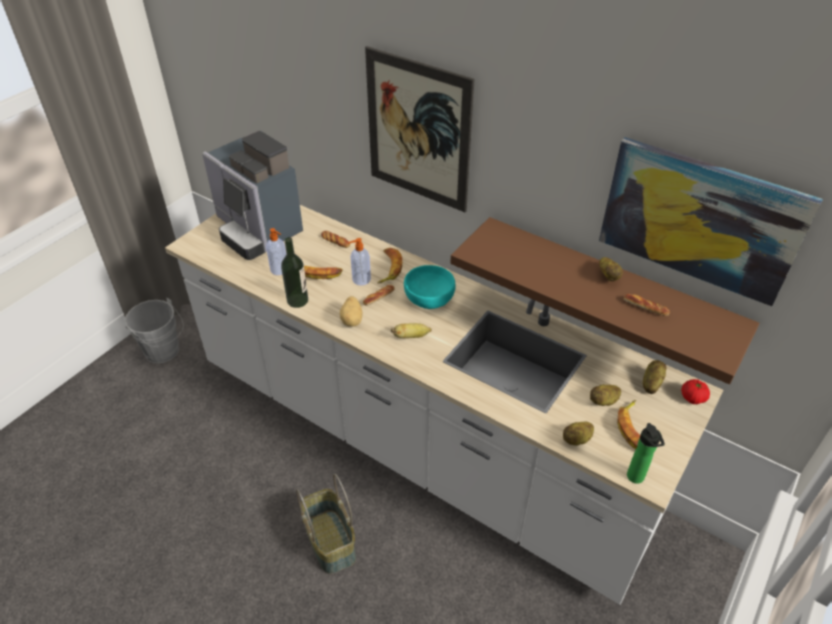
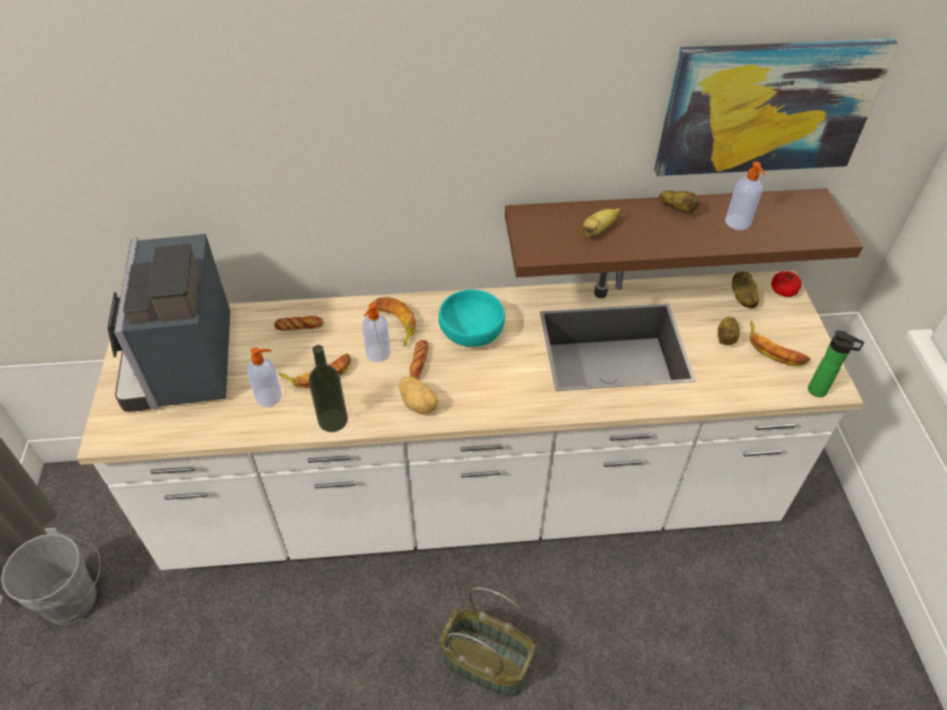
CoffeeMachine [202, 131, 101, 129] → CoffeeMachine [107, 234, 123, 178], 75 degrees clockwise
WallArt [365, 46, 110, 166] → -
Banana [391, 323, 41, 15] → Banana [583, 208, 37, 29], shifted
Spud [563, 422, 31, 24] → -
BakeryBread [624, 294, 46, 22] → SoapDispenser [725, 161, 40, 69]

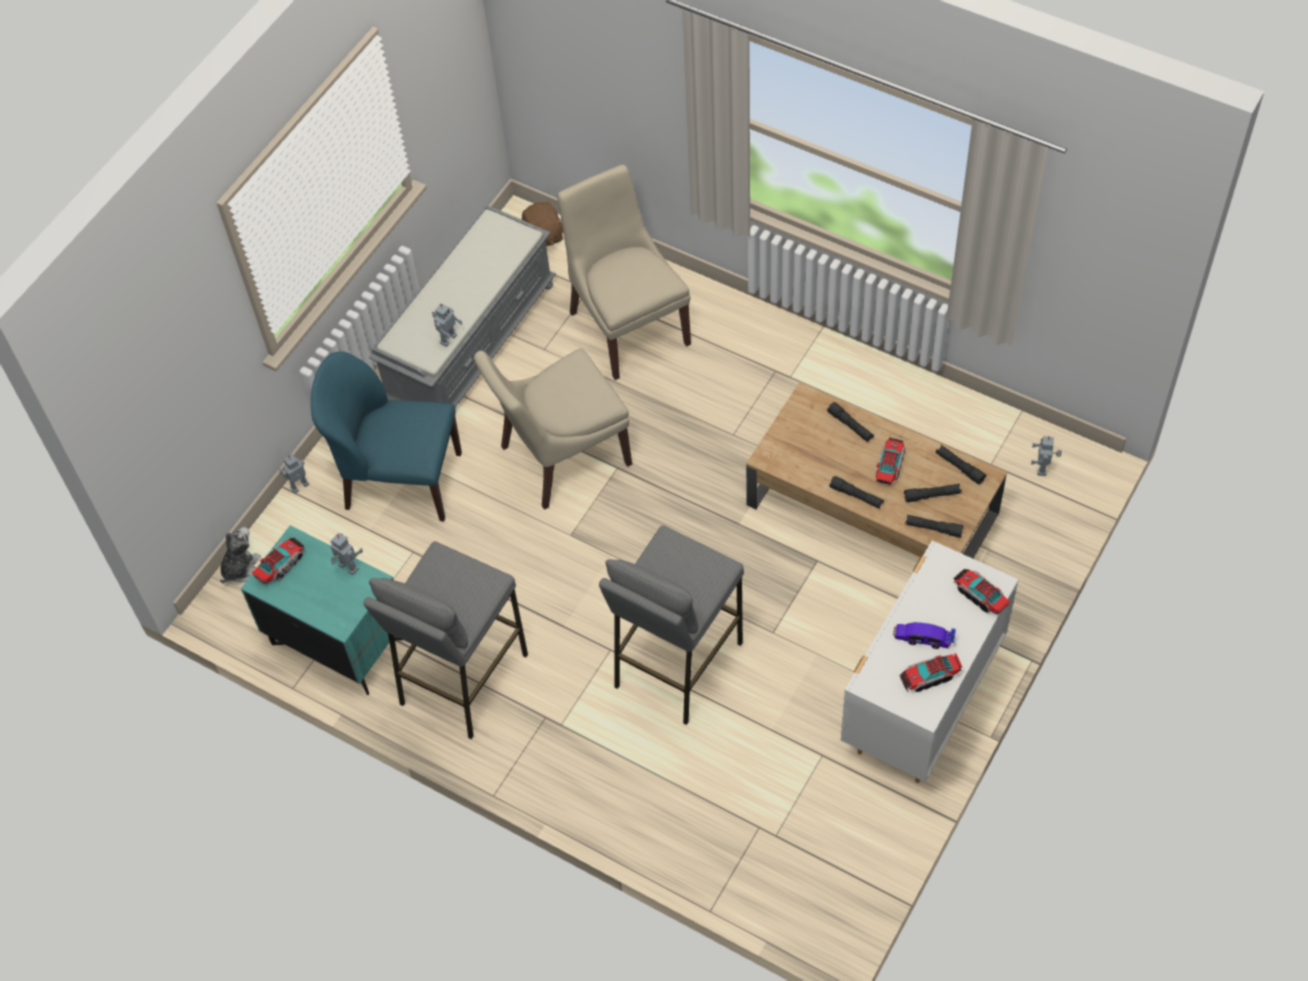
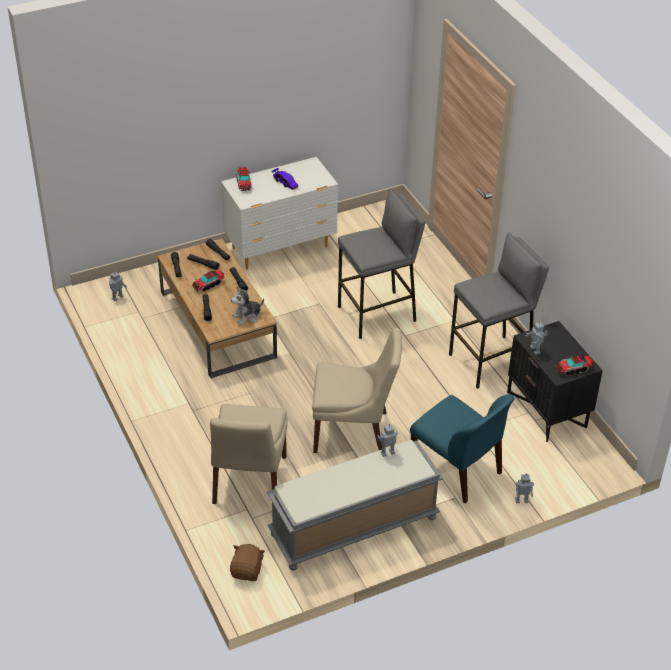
CuddlyToy [220, 527, 41, 57] → CuddlyToy [231, 286, 33, 39], shifted
TurquoiseNightstand [241, 525, 161, 170] → BlackishNightstand [507, 321, 96, 121]
ToyLorry [899, 654, 64, 38] → -

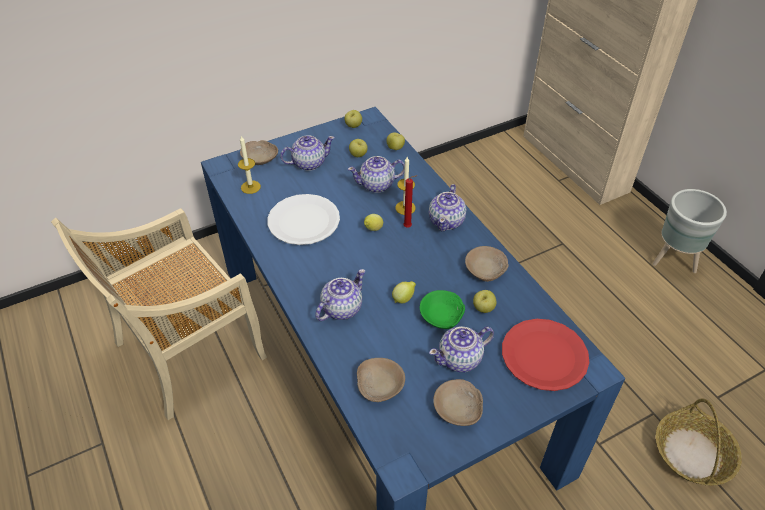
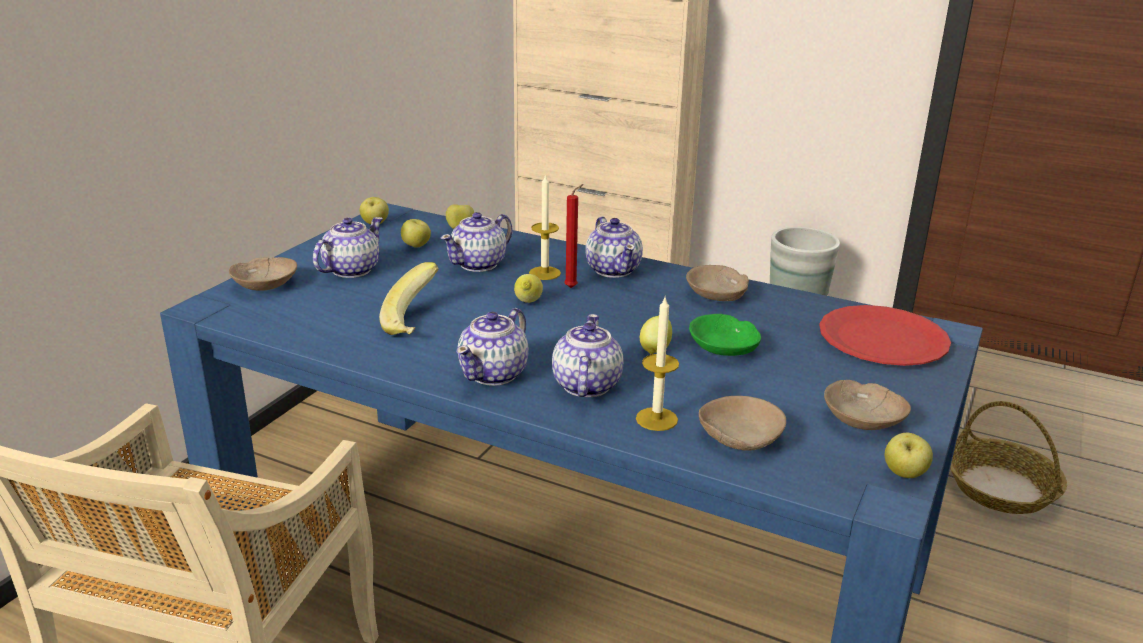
Candle [238, 136, 23, 58] → Candle [636, 297, 43, 134], shifted
WhitishPlate [268, 194, 72, 51] → Banana [379, 262, 60, 73]
TeaPot [429, 326, 65, 46] → TeaPot [456, 308, 73, 78], shifted
AppleFruit [473, 290, 23, 23] → AppleFruit [885, 433, 48, 45], shifted

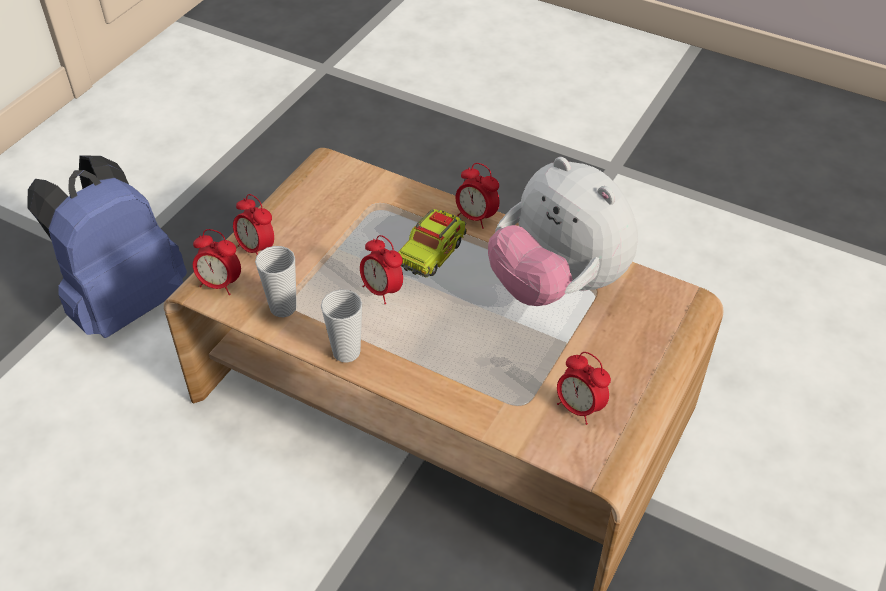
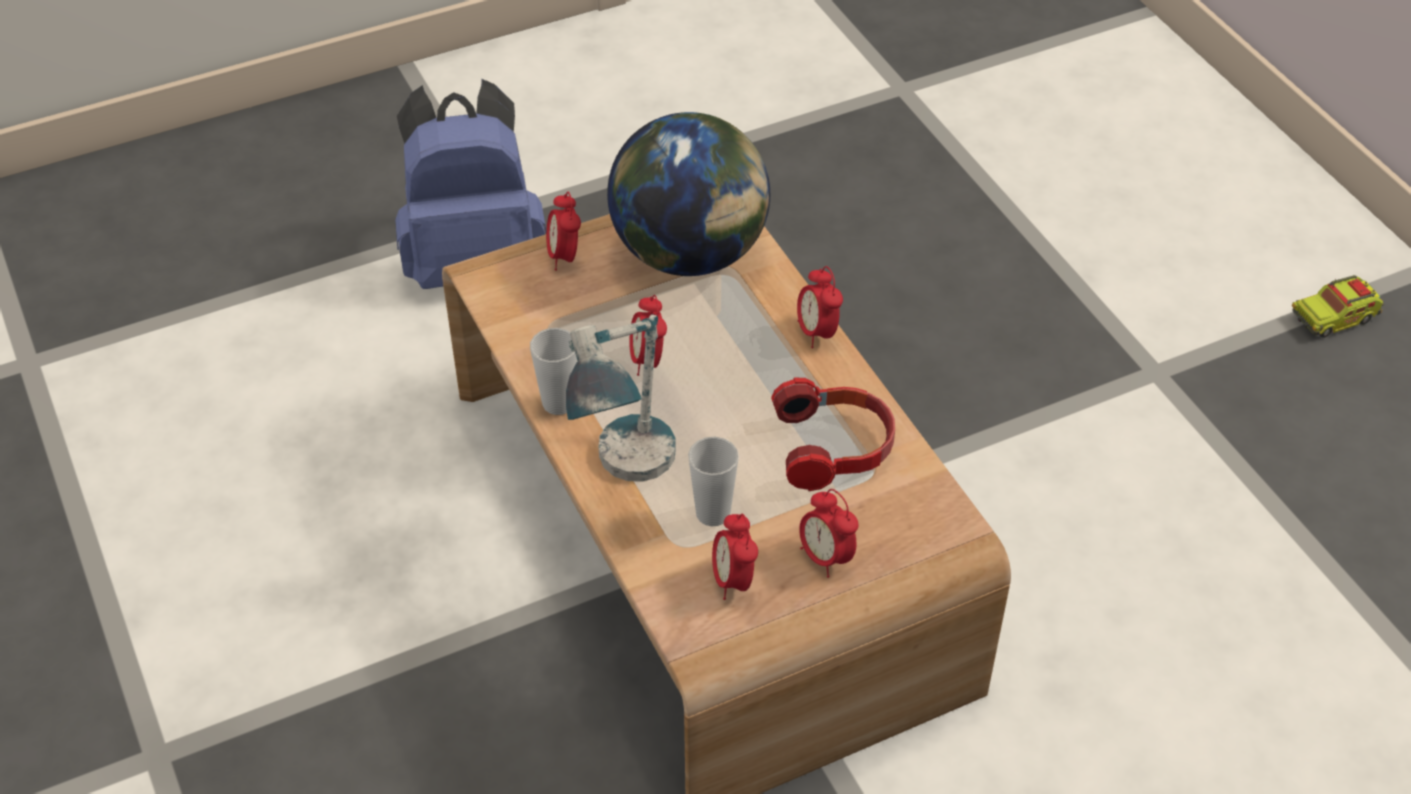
BedsideClock [193, 229, 48, 66] → BedsideClock [799, 489, 59, 89], shifted
SmallCup [255, 246, 42, 71] → SmallCup [688, 437, 51, 89], shifted
ToyLorry [398, 209, 69, 68] → ToyLorry [1292, 275, 92, 63], shifted
CuddlyToy [488, 157, 150, 149] → PairOfHeadphones [771, 378, 124, 113]
- → TabletopLamp [566, 314, 110, 168]
- → Globe [607, 112, 163, 164]

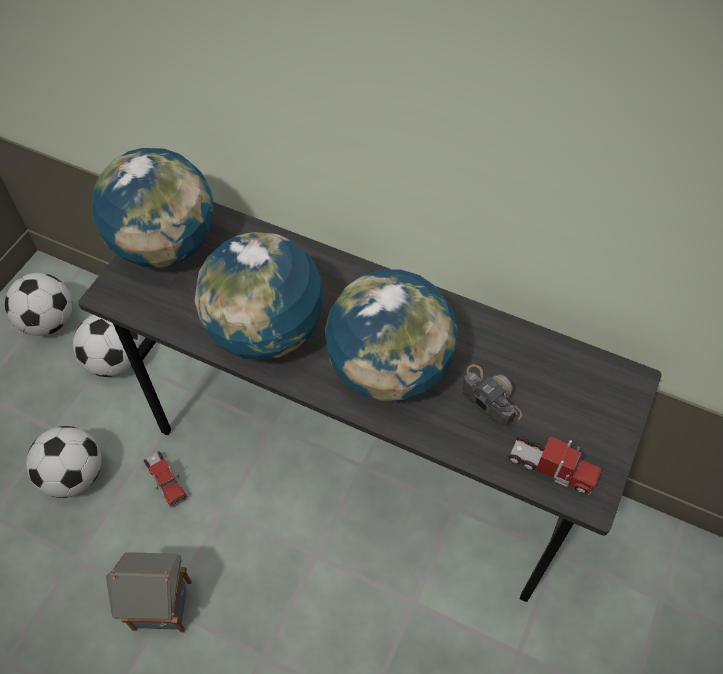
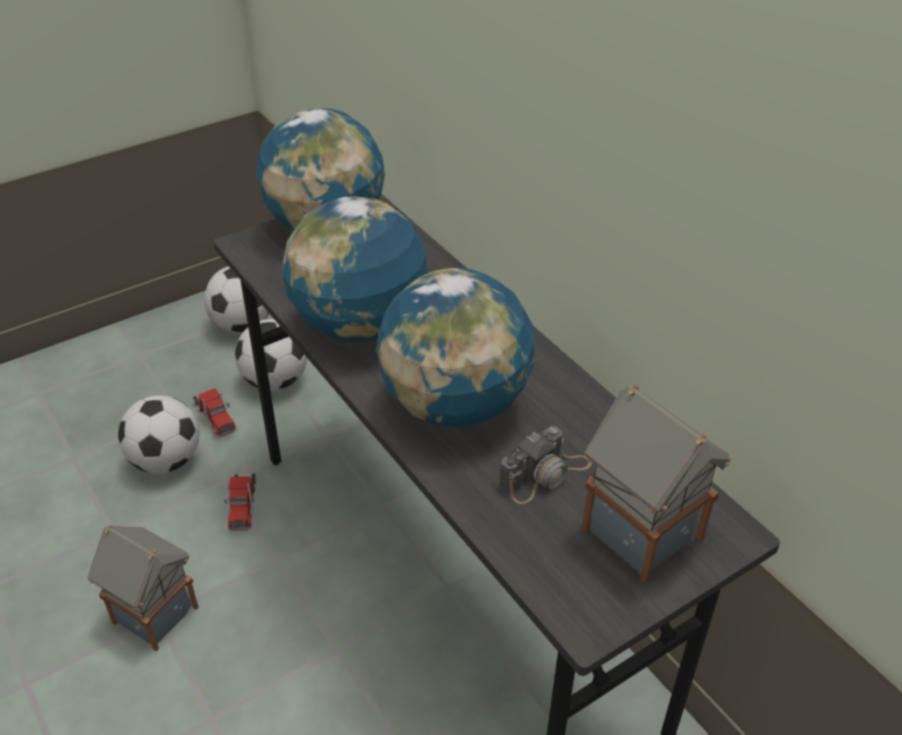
PhotoCamera [461, 364, 61, 65] → PhotoCamera [499, 426, 93, 78], 60 degrees clockwise
ToyLorry [508, 436, 93, 59] → ToyLorry [193, 388, 43, 49], shifted
- → ModelHouse [582, 384, 148, 199]

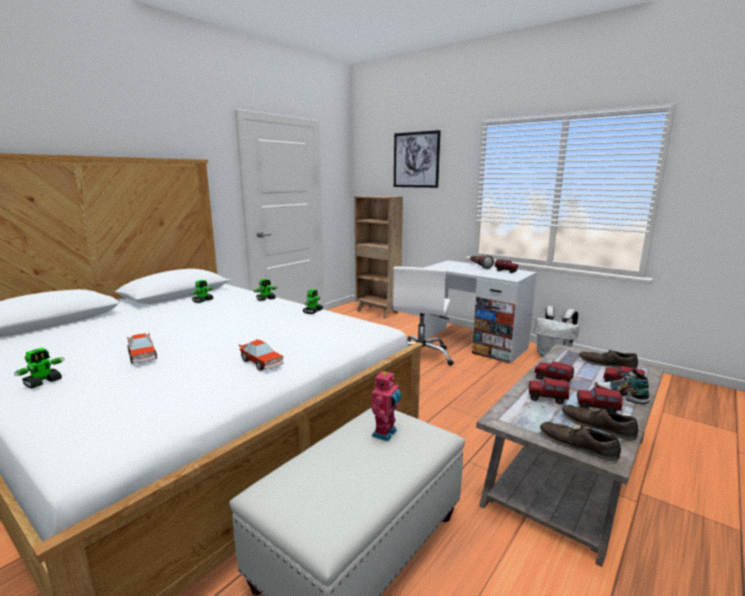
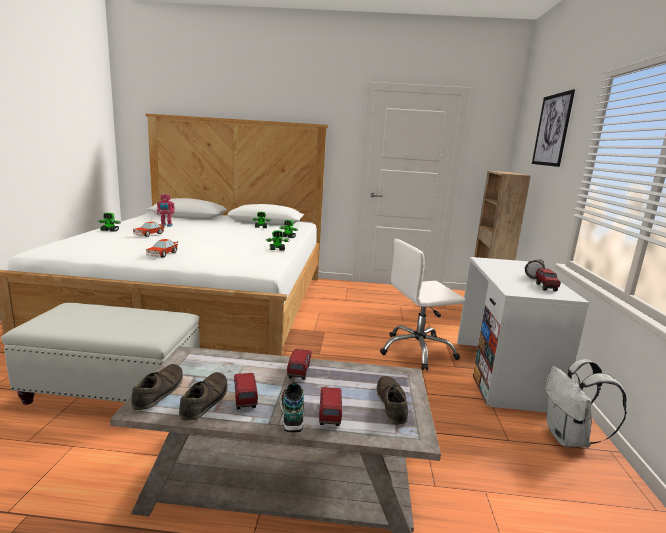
RobotFigure [371, 369, 30, 72] → RobotFigure [157, 193, 18, 34], shifted
ToyLorry [529, 378, 41, 26] → -

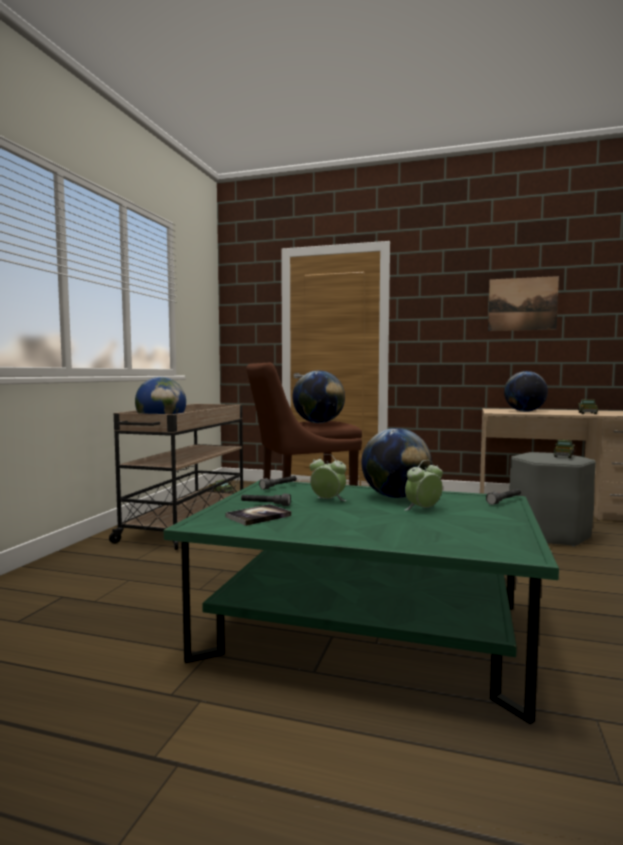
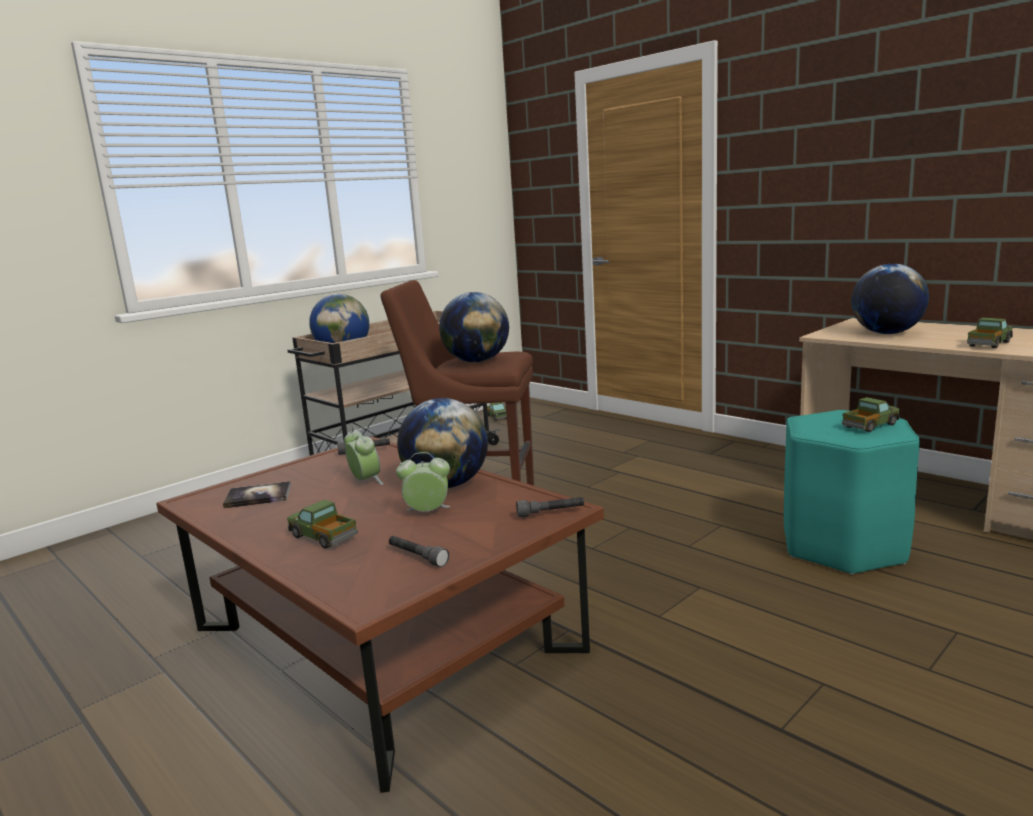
GreenLowTable [164, 480, 395, 245] → BrownLowTable [156, 437, 448, 356]
GreyishTorch [241, 493, 50, 13] → GreyishTorch [389, 536, 60, 31], shifted
WallArt [488, 276, 71, 55] → -
GreyishSittingStool [509, 452, 87, 95] → TurquoiseSittingStool [784, 410, 136, 165]
- → ToyLorry [287, 499, 71, 50]

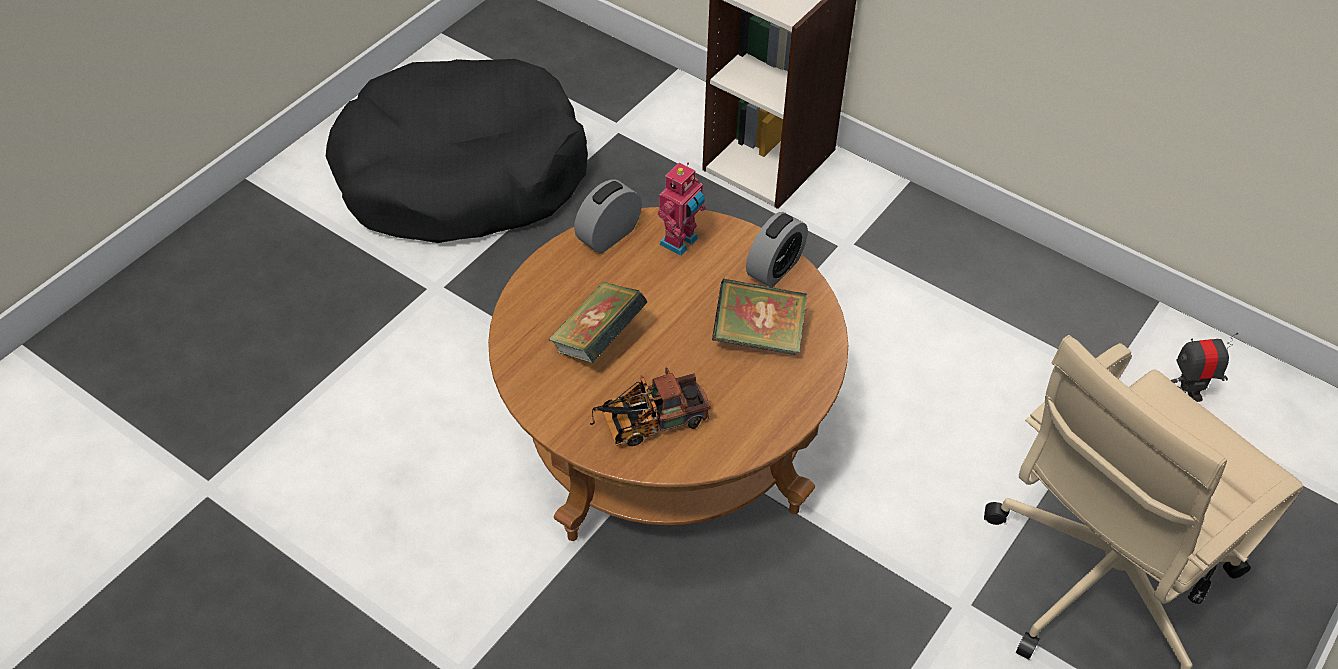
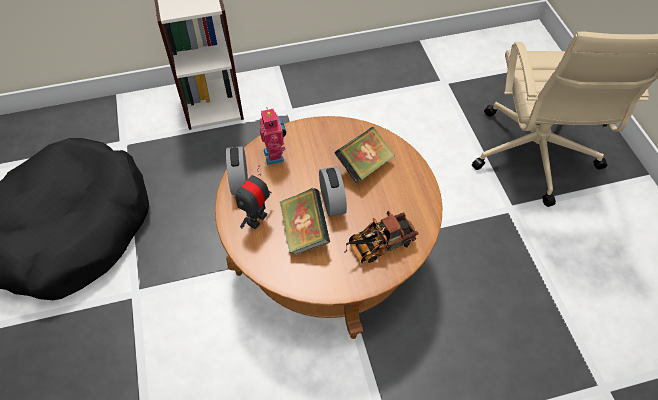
ToyLorry [590, 367, 121, 79] → ToyLorry [346, 211, 72, 53], 45 degrees clockwise
BedsideClock [746, 212, 62, 75] → BedsideClock [319, 166, 28, 51], shifted
RobotFigure [1171, 333, 67, 69] → RobotFigure [236, 165, 35, 64], shifted

